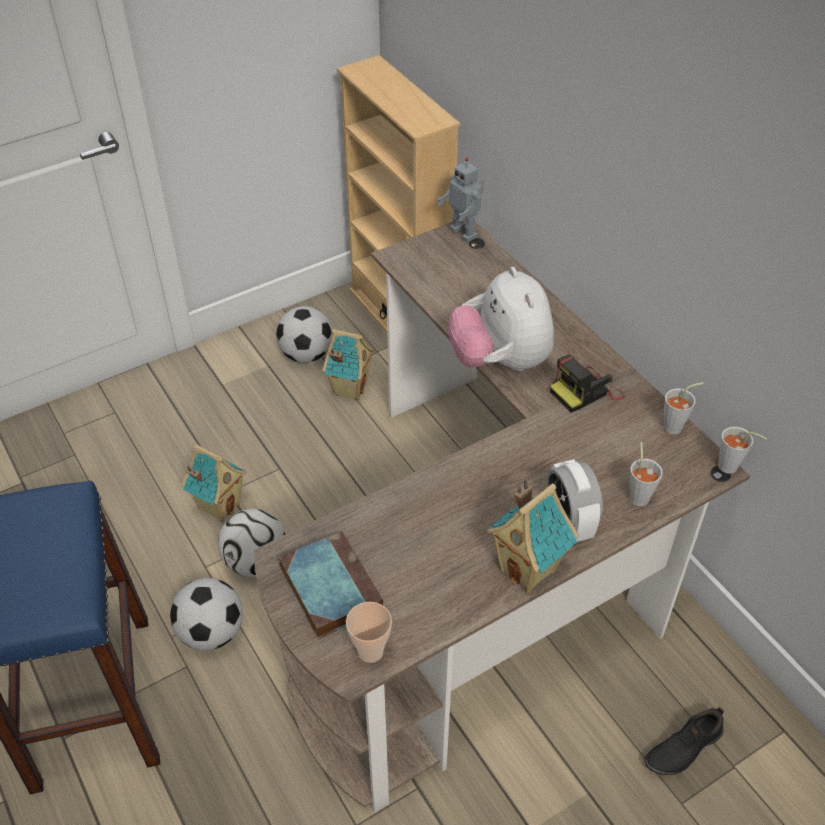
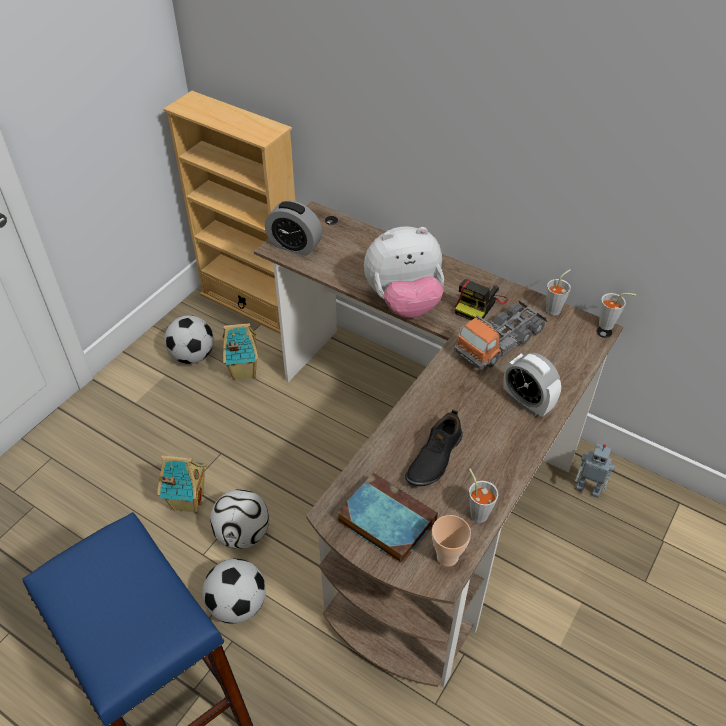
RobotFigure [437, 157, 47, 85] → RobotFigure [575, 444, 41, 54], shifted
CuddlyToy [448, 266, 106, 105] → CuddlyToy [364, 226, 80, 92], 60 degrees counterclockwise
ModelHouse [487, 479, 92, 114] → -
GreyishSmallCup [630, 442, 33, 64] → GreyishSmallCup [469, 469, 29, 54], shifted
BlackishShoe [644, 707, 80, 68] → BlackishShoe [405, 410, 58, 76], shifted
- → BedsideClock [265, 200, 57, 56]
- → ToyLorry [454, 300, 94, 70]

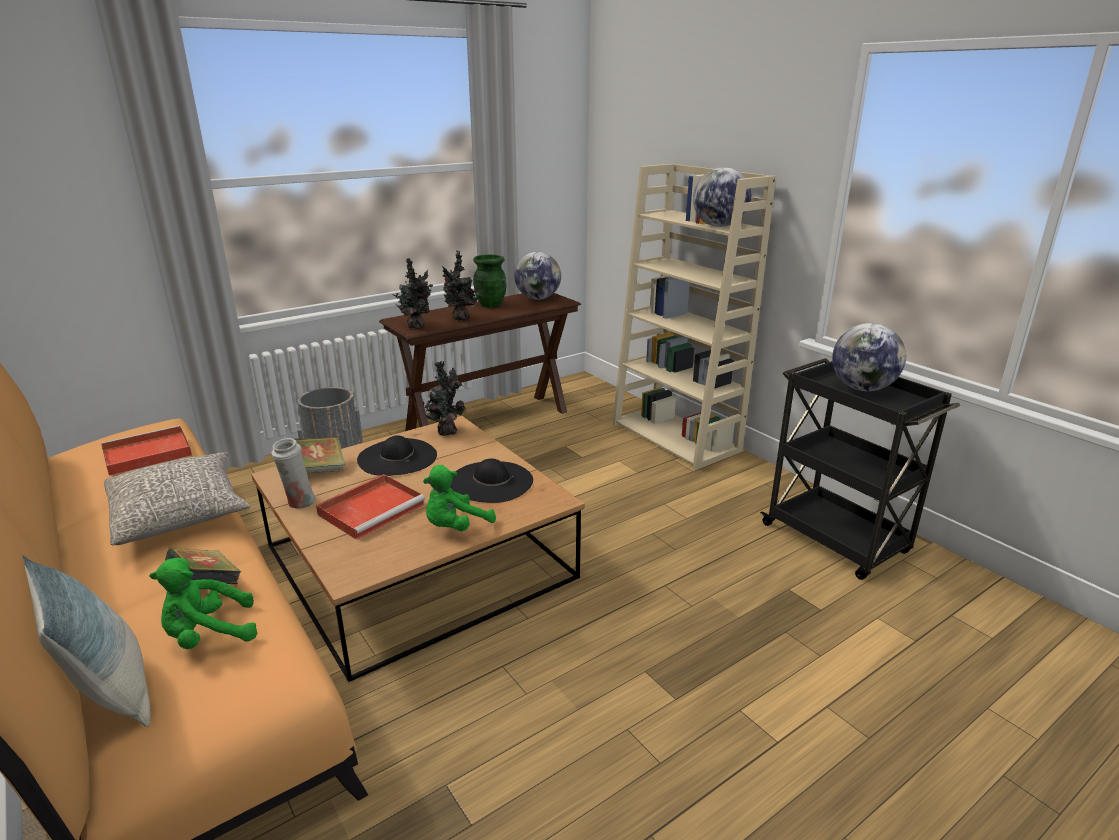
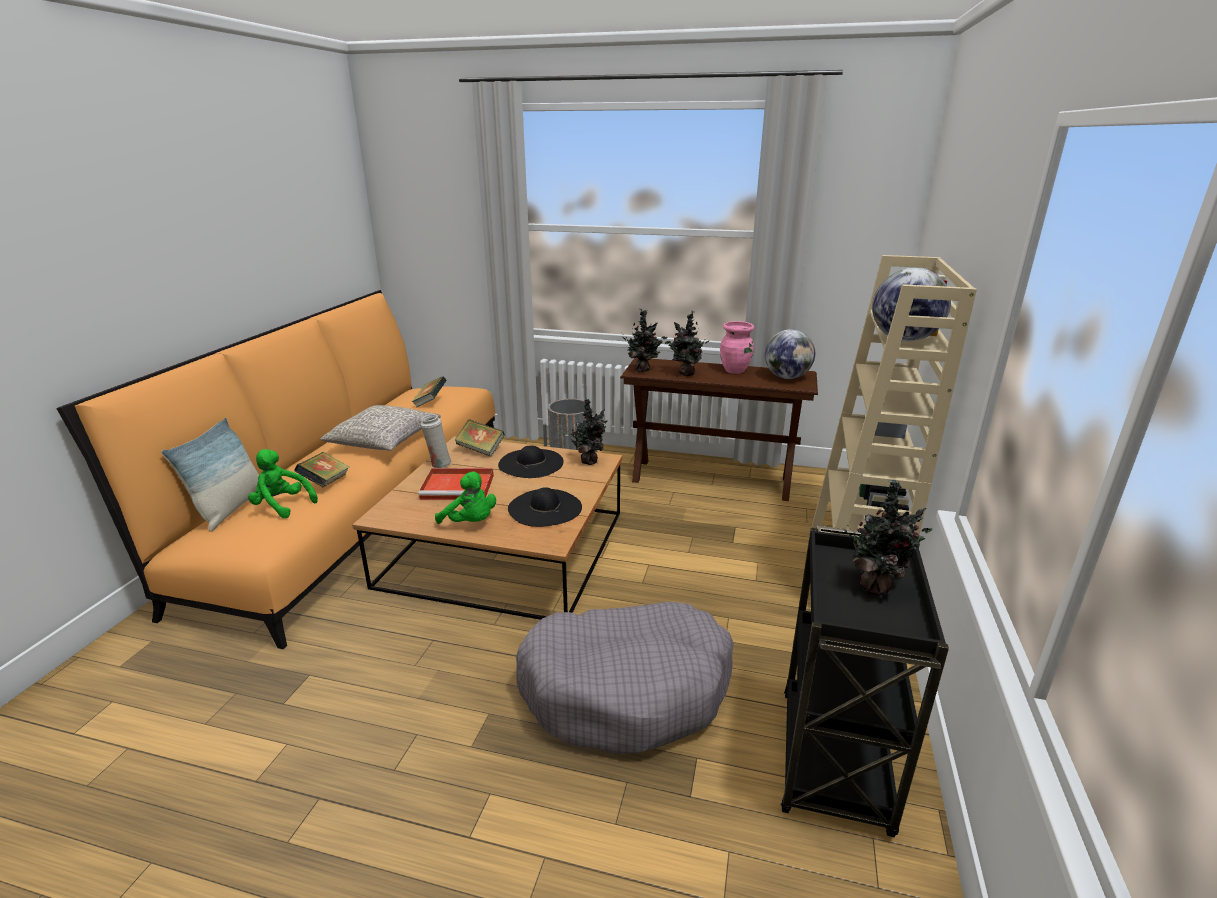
RedCarryingTray [101, 425, 91, 51] → Book [412, 376, 35, 32]
GreenCuddlyToy [423, 465, 73, 66] → GreenCuddlyToy [435, 471, 61, 53], 150 degrees counterclockwise
GreenVase [473, 254, 34, 54] → PinkishVase [720, 321, 34, 53]
Globe [832, 323, 74, 68] → PlantInAPot [844, 480, 89, 115]
- → GreyishPetBed [516, 601, 218, 153]

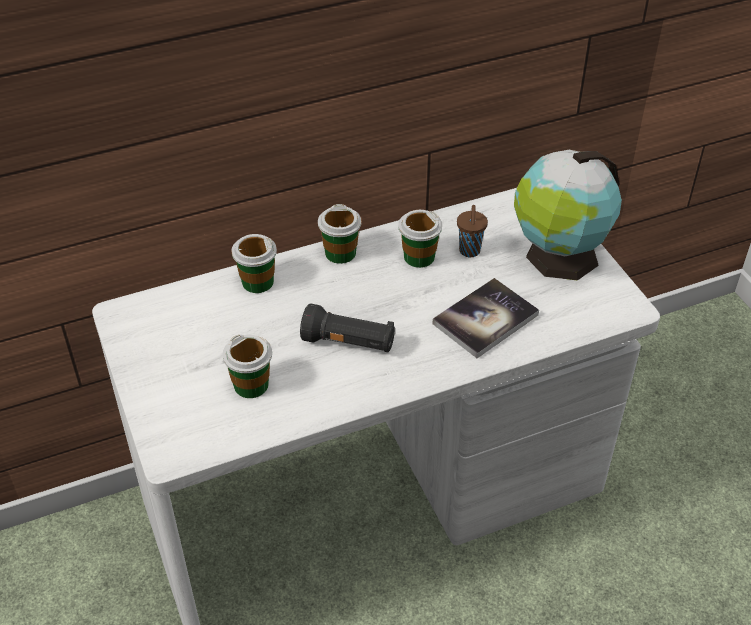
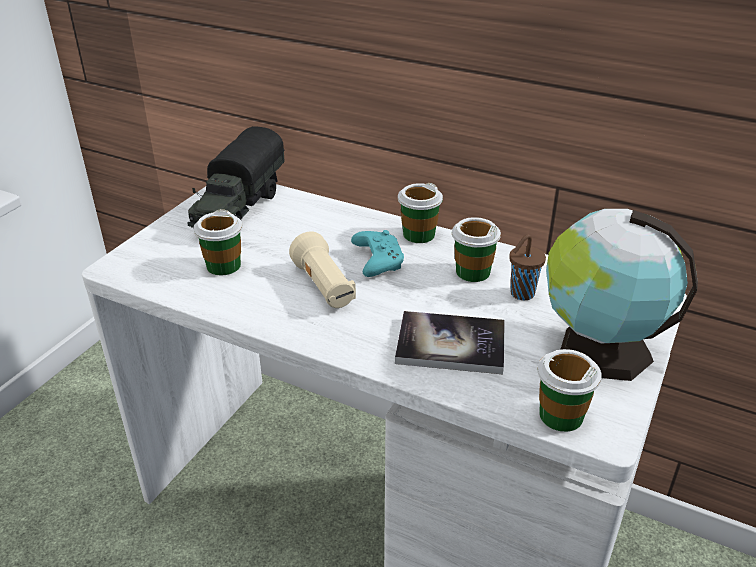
SmallCup [232, 234, 45, 59] → SmallCup [537, 349, 65, 83], shifted
BlackishTorch [300, 303, 95, 49] → SandColouredTorch [289, 231, 67, 77]
- → ToyLorry [187, 126, 98, 102]
- → TurquoiseGamepad [351, 230, 53, 47]

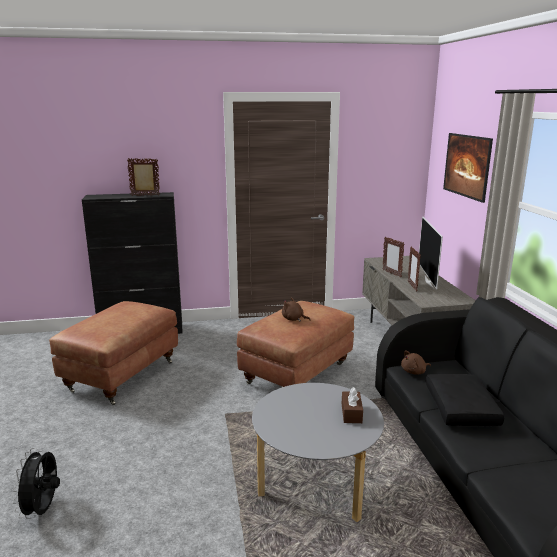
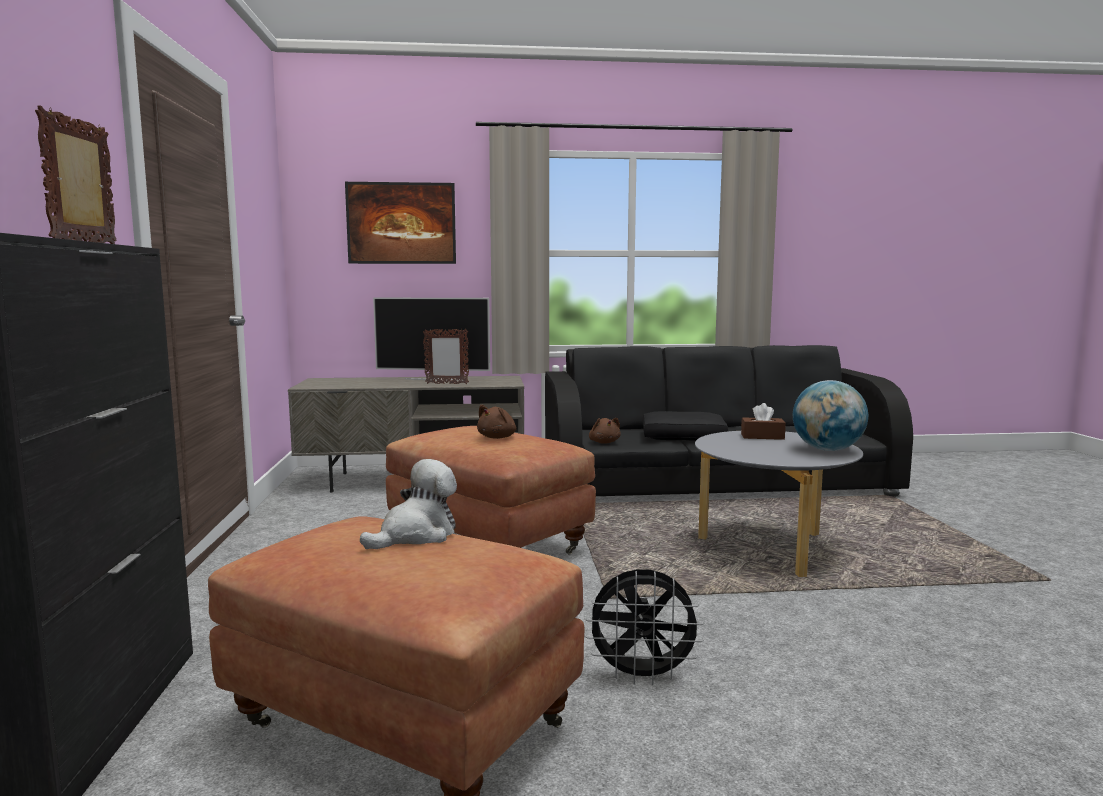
BlackishCoolingFan [12, 448, 48, 71] → BlackishCoolingFan [585, 569, 120, 116], shifted
PhotoFrame [382, 237, 22, 40] → -
- → CuddlyToy [360, 459, 97, 90]
- → Globe [793, 380, 75, 71]

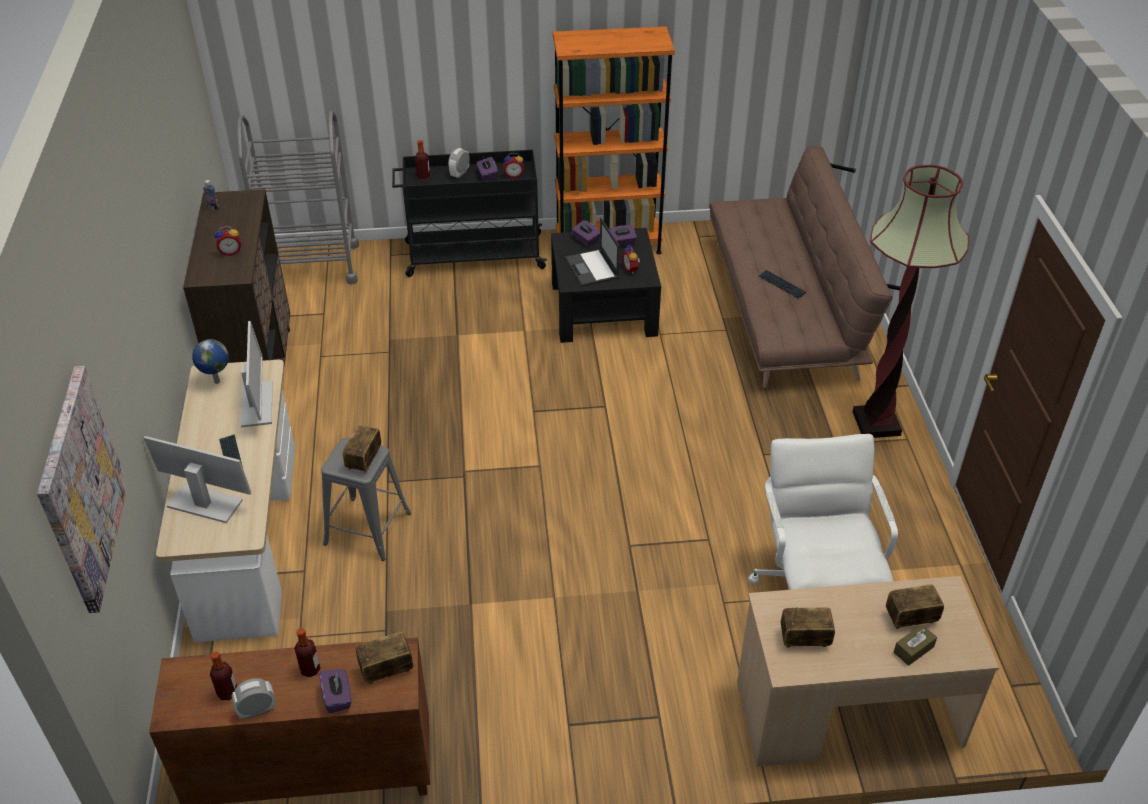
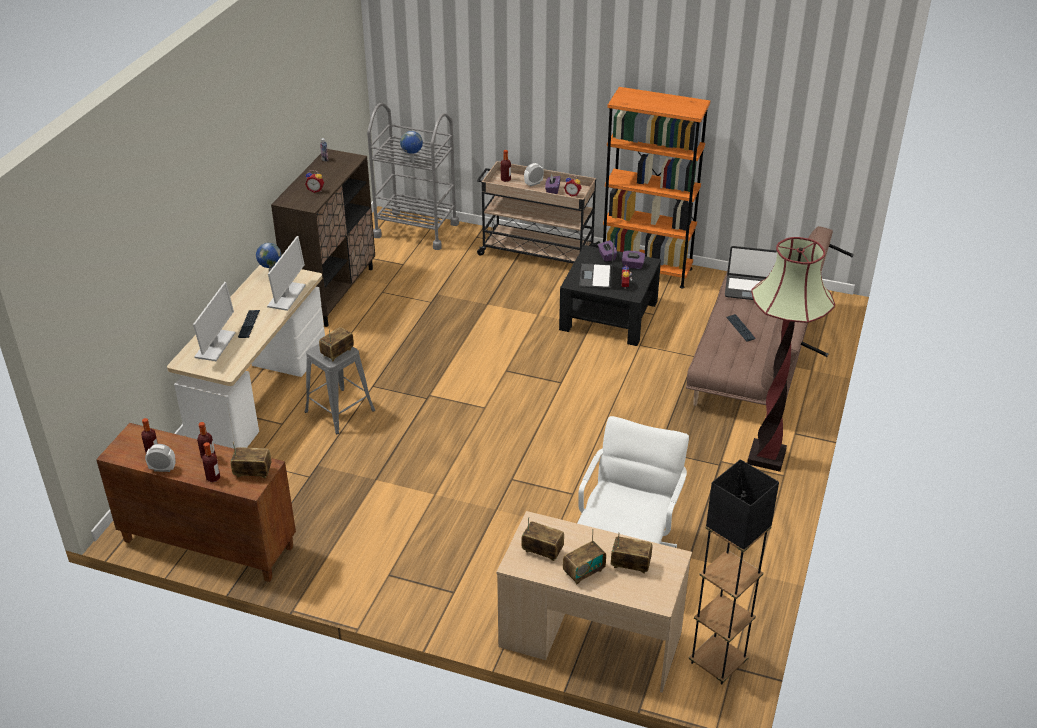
WallArt [37, 366, 91, 247] → -
ComputerScreen [144, 436, 107, 87] → ComputerScreen [193, 282, 43, 79], 60 degrees clockwise
PurpleBoxOfTissues [319, 669, 33, 44] → DrinkBottle [202, 442, 18, 40]
BlackishWheeledCart [392, 150, 155, 127] → SandColouredWheeledCart [477, 161, 123, 103]
BrownBoxOfTissues [894, 624, 43, 42] → -
- → Globe [400, 131, 23, 32]
- → RadioReceiver [563, 529, 43, 55]
- → BlackishFloorLamp [689, 459, 90, 226]
- → PortableComputer [725, 246, 52, 54]

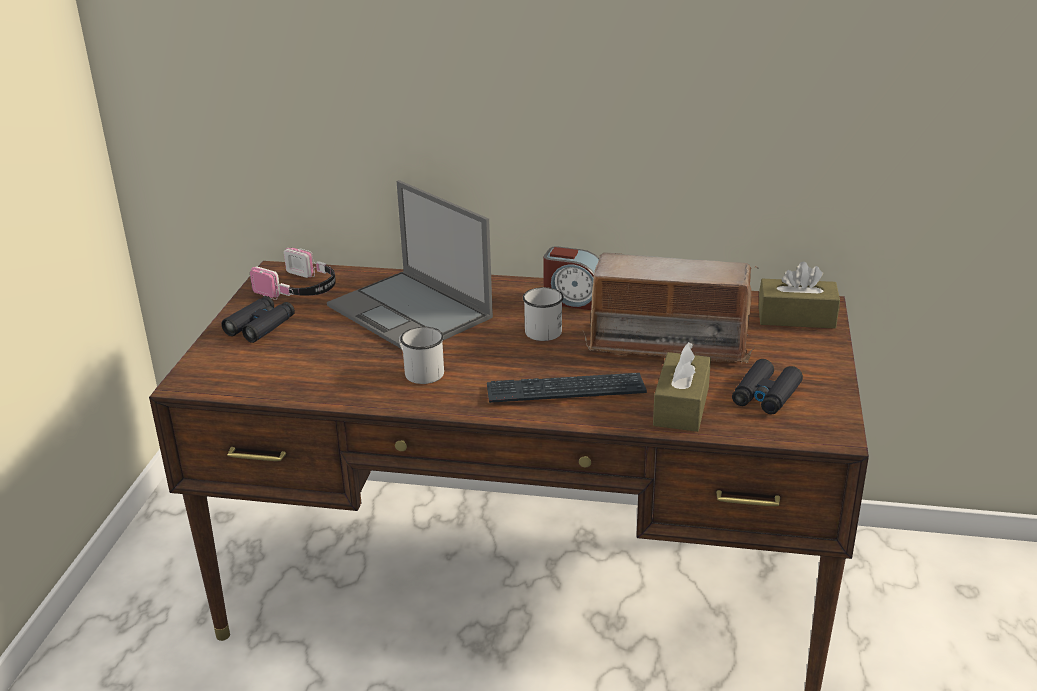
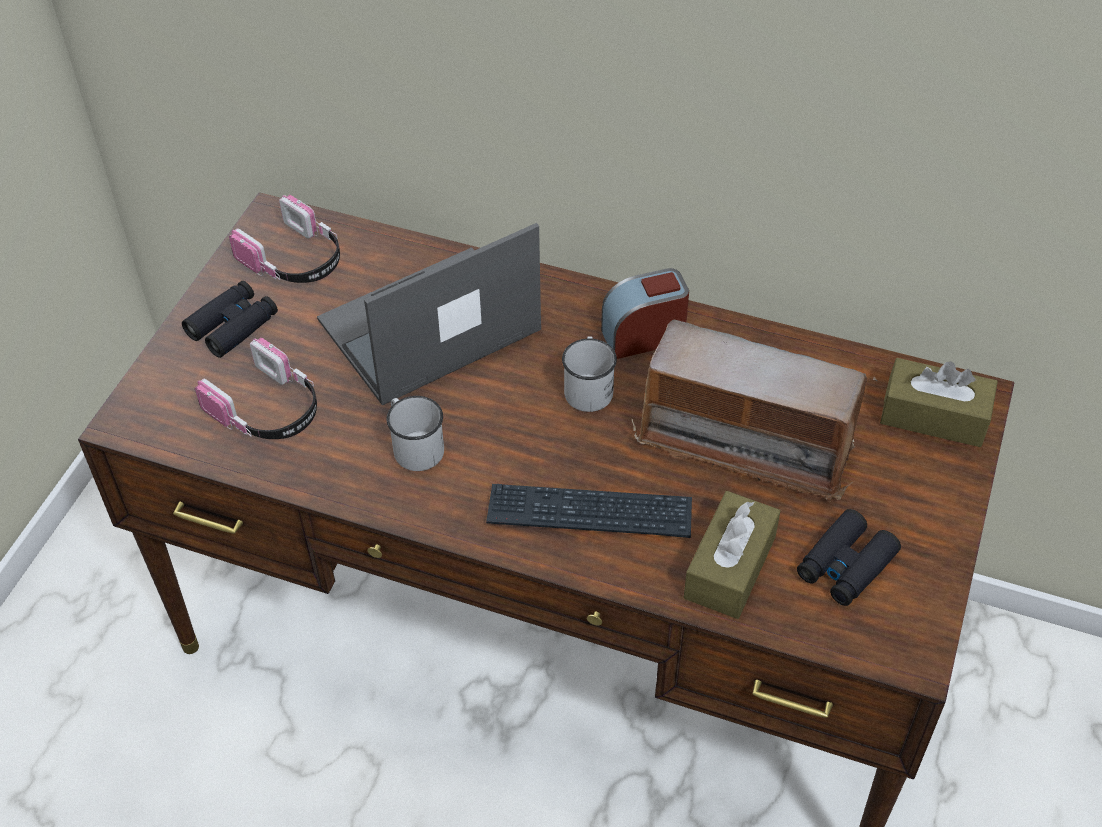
PortableComputer [327, 180, 166, 168] → PortableComputer [317, 223, 224, 182], 90 degrees clockwise
BedsideClock [543, 246, 56, 64] → BedsideClock [601, 268, 88, 91], 135 degrees clockwise
- → PairOfHeadphones [195, 338, 122, 101]

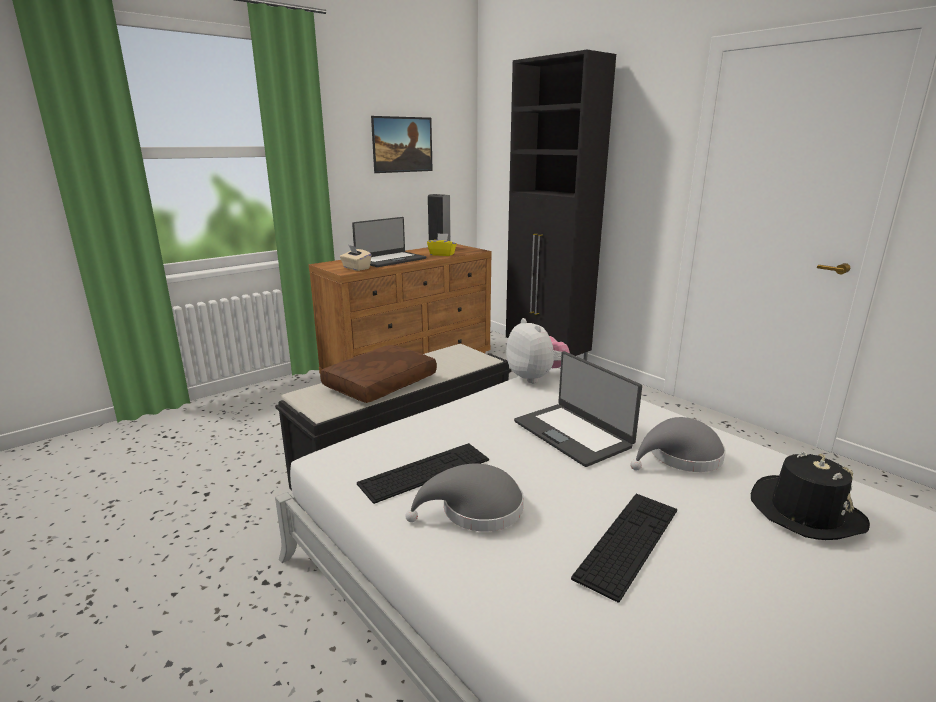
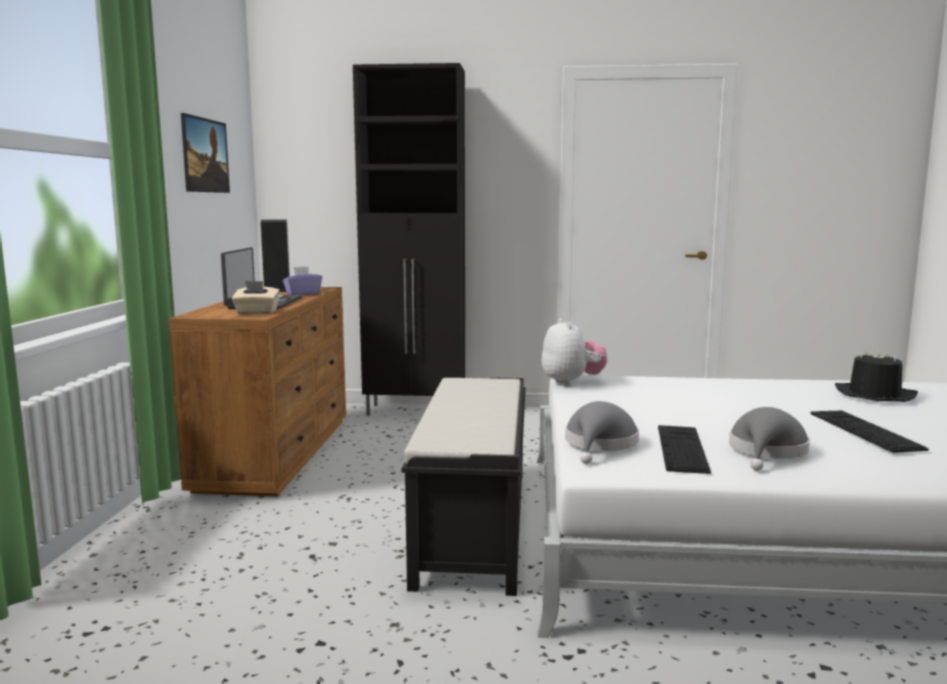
BrownThrowPillow [320, 345, 117, 58] → -
YellowishBoxOfTissues [427, 233, 30, 23] → PurpleBoxOfTissues [283, 266, 39, 29]
CuddlyToy [506, 318, 64, 65] → CuddlyToy [542, 318, 65, 68], 60 degrees clockwise
PortableComputer [514, 351, 128, 116] → -
GreyishWearableHat [630, 417, 96, 55] → GreyishWearableHat [565, 401, 74, 63], shifted

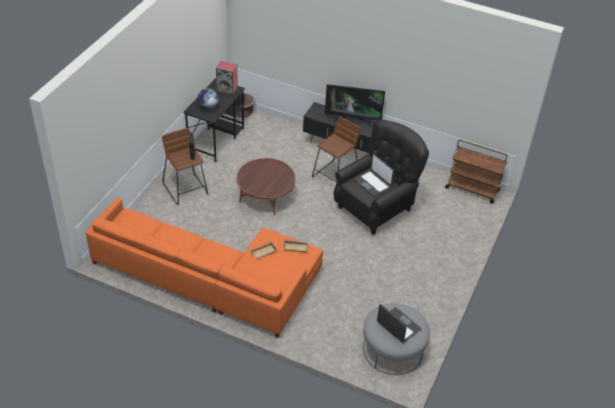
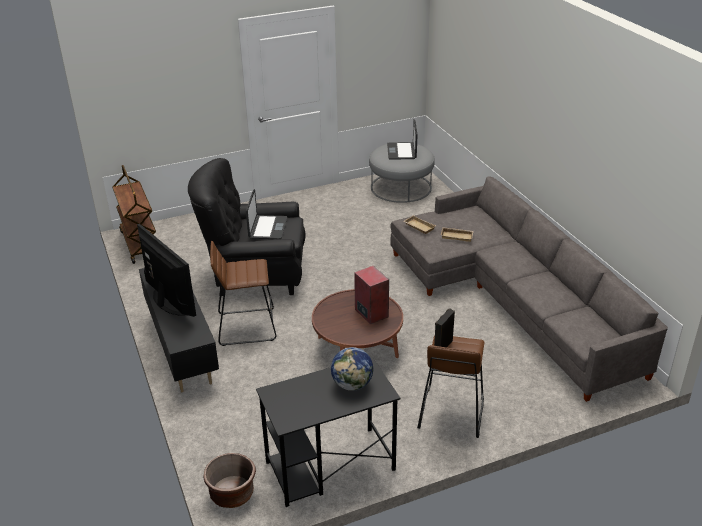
OrangeySofa [85, 197, 238, 141] → GreyishSofa [390, 177, 278, 225]
Speaker [216, 61, 22, 34] → Speaker [354, 266, 35, 58], shifted

